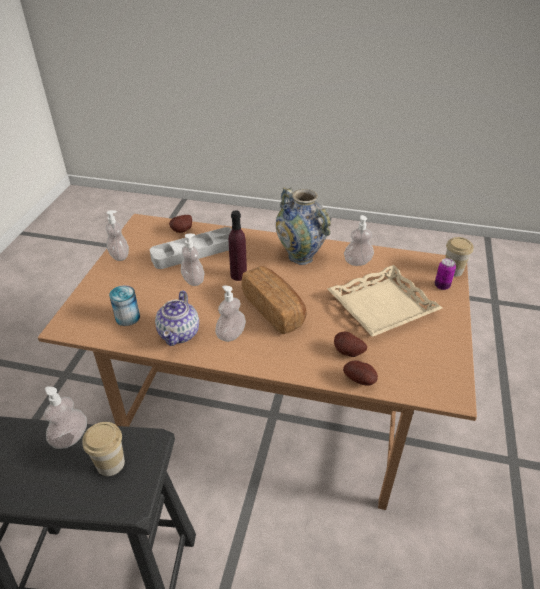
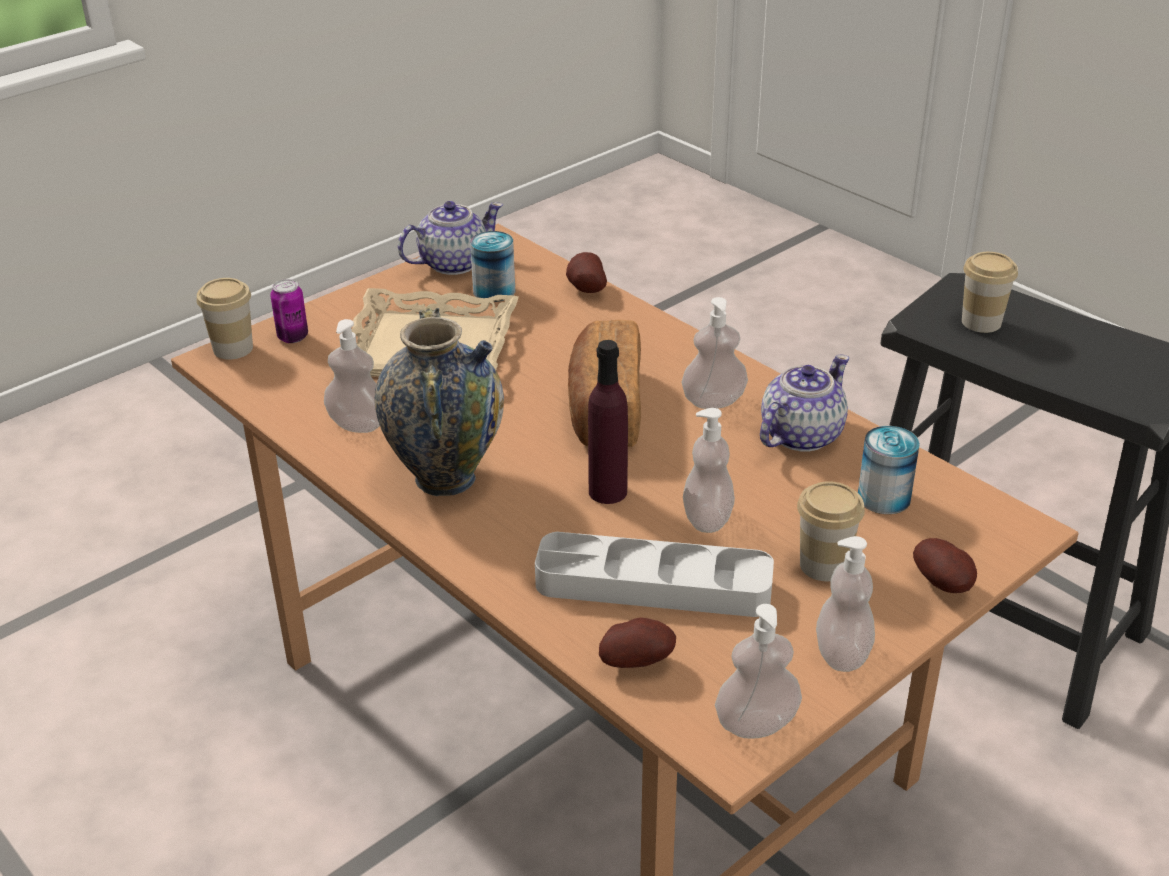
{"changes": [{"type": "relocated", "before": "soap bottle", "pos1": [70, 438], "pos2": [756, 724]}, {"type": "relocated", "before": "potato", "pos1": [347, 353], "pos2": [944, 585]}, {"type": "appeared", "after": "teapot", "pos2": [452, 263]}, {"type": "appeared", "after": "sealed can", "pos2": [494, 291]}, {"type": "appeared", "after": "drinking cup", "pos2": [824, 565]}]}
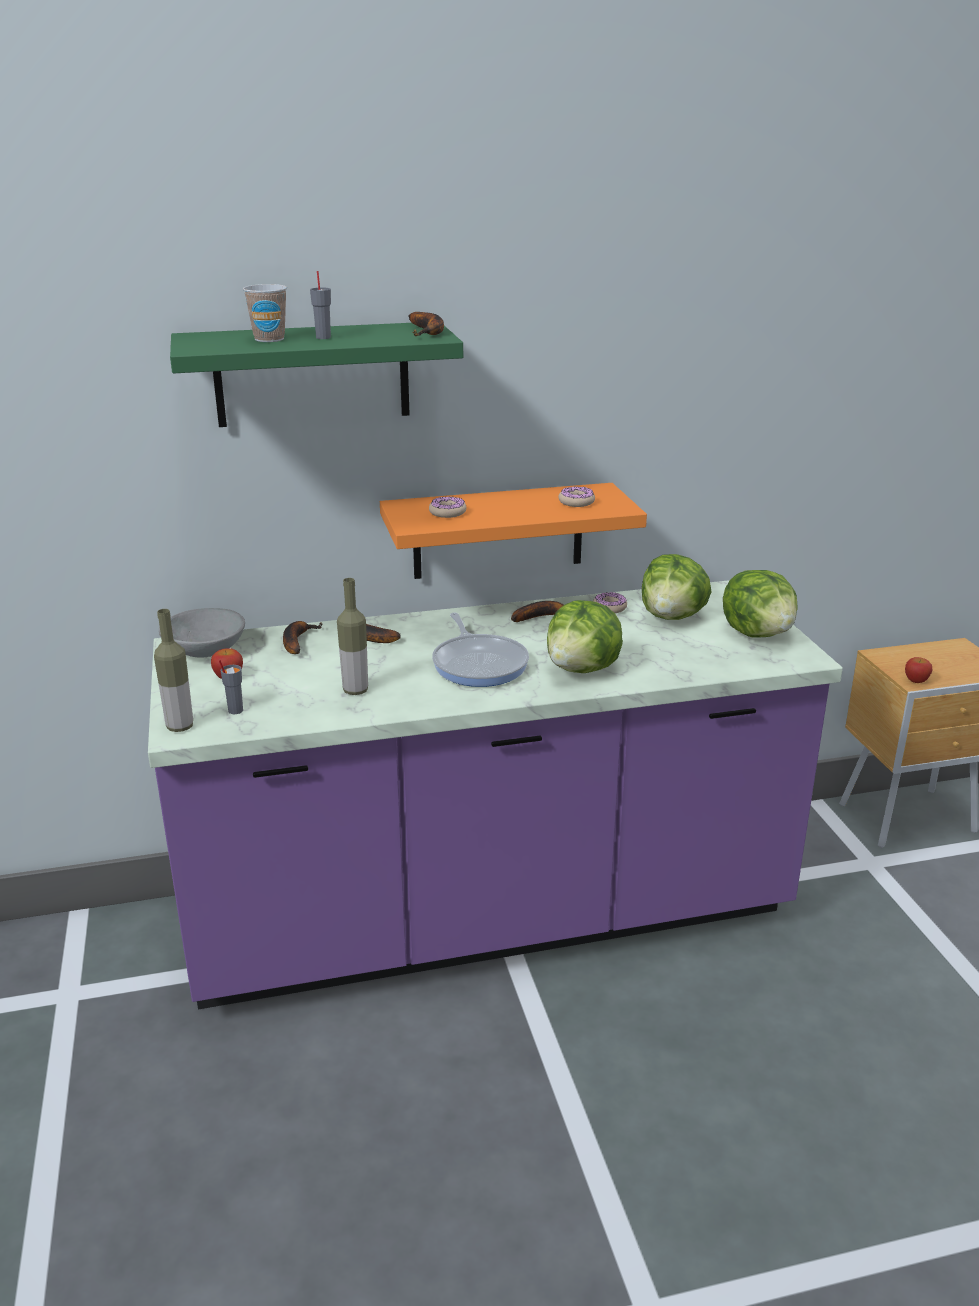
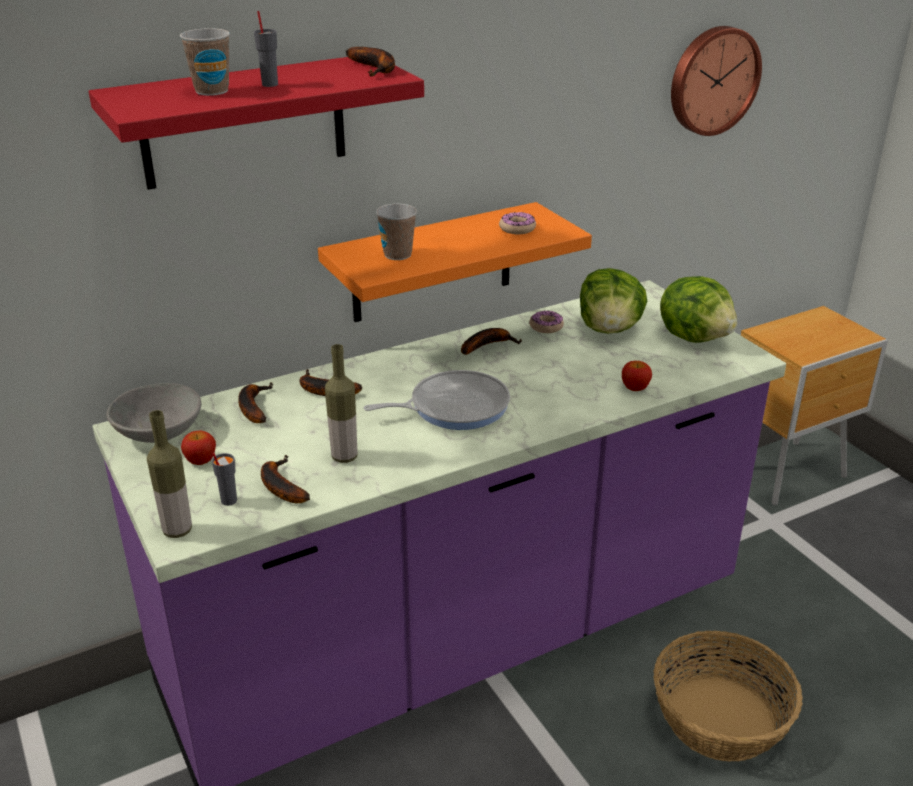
{"changes": [{"type": "colour", "before": "greenish bracket shelf", "after": "red bracket shelf", "pos1": [312, 374], "pos2": [244, 122]}, {"type": "exchanged", "before": "doughnut", "after": "drinking cup", "pos1": [447, 512], "pos2": [397, 255]}, {"type": "spun", "before": "pan", "pos1": [479, 664], "pos2": [453, 407], "turn": -75}, {"type": "missing", "before": "lettuce head", "pos1": [583, 669]}, {"type": "relocated", "before": "whole apple", "pos1": [916, 681], "pos2": [635, 388]}, {"type": "appeared", "after": "banana fruit", "pos2": [280, 486]}, {"type": "appeared", "after": "basket", "pos2": [718, 718]}, {"type": "appeared", "after": "clock on the wall", "pos2": [712, 80]}]}
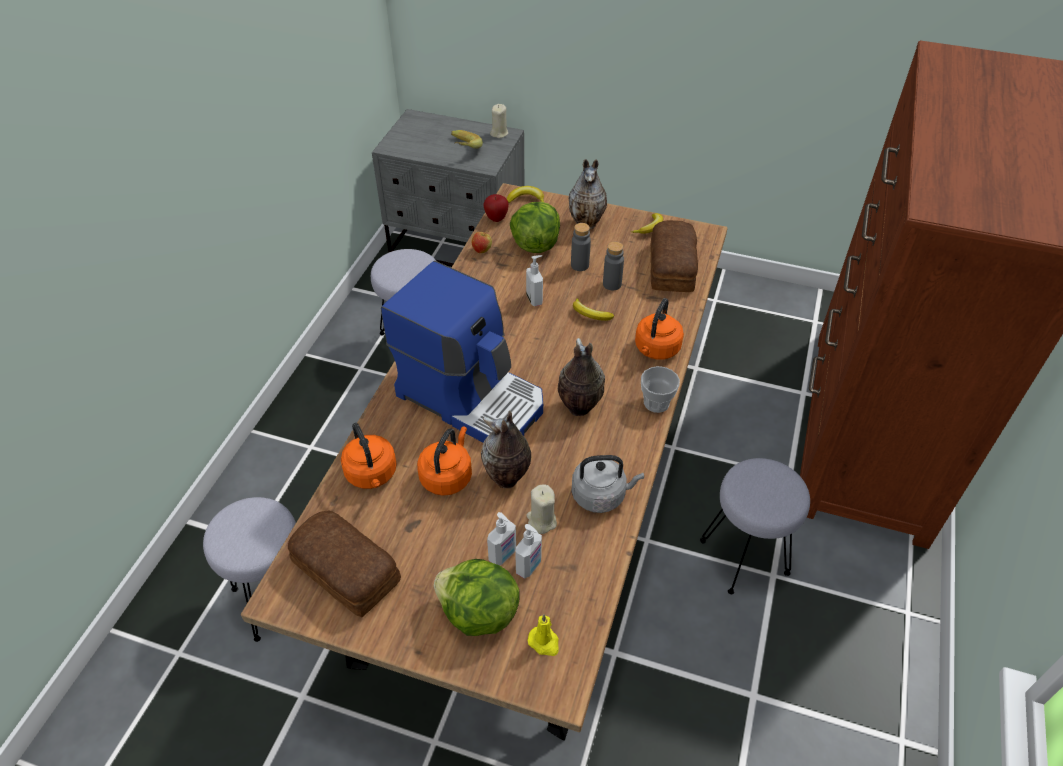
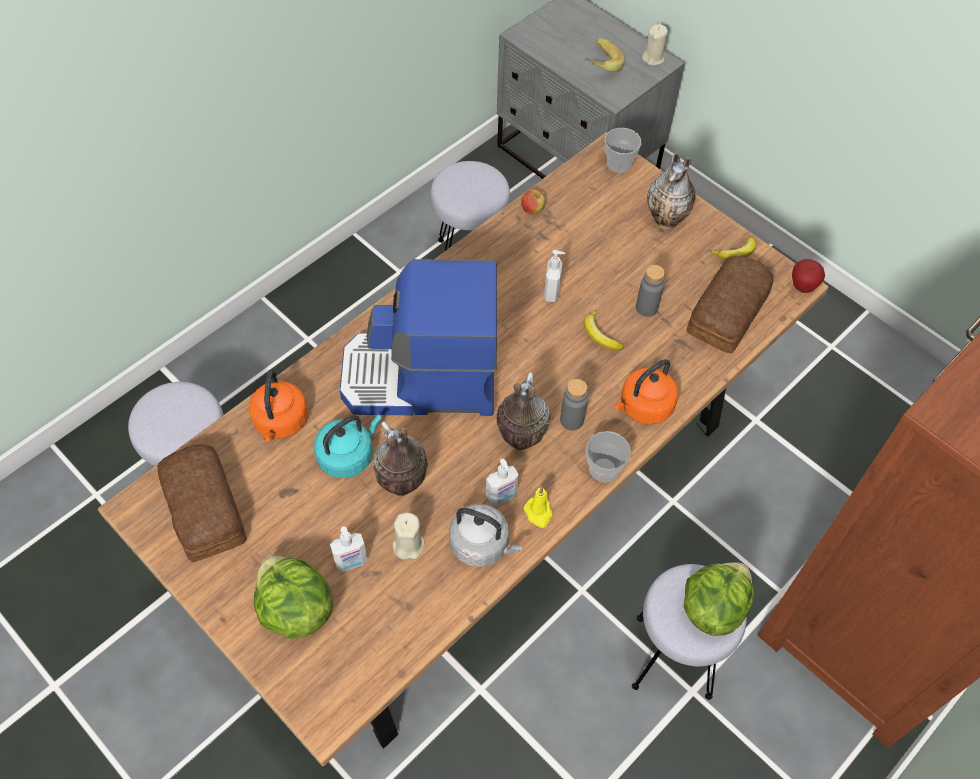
{"changes": [{"type": "spun", "before": "coffee maker", "pos1": [472, 397], "pos2": [421, 380], "turn": 120}, {"type": "colour", "before": "orange-coloured water kettle", "after": "blue-green water kettle", "pos1": [447, 476], "pos2": [348, 456]}, {"type": "relocated", "before": "whole apple", "pos1": [496, 218], "pos2": [802, 287]}, {"type": "exchanged", "before": "banana fruit", "after": "drinking cup", "pos1": [526, 200], "pos2": [618, 164]}, {"type": "relocated", "before": "lettuce head", "pos1": [535, 244], "pos2": [712, 608]}, {"type": "relocated", "before": "soap bottle", "pos1": [529, 567], "pos2": [501, 497]}, {"type": "relocated", "before": "yellow wax light", "pos1": [544, 642], "pos2": [538, 513]}, {"type": "relocated", "before": "grey drink bottle", "pos1": [579, 265], "pos2": [571, 420]}]}
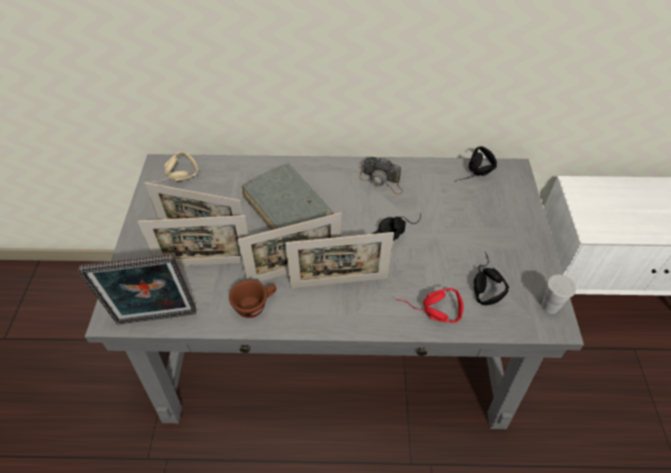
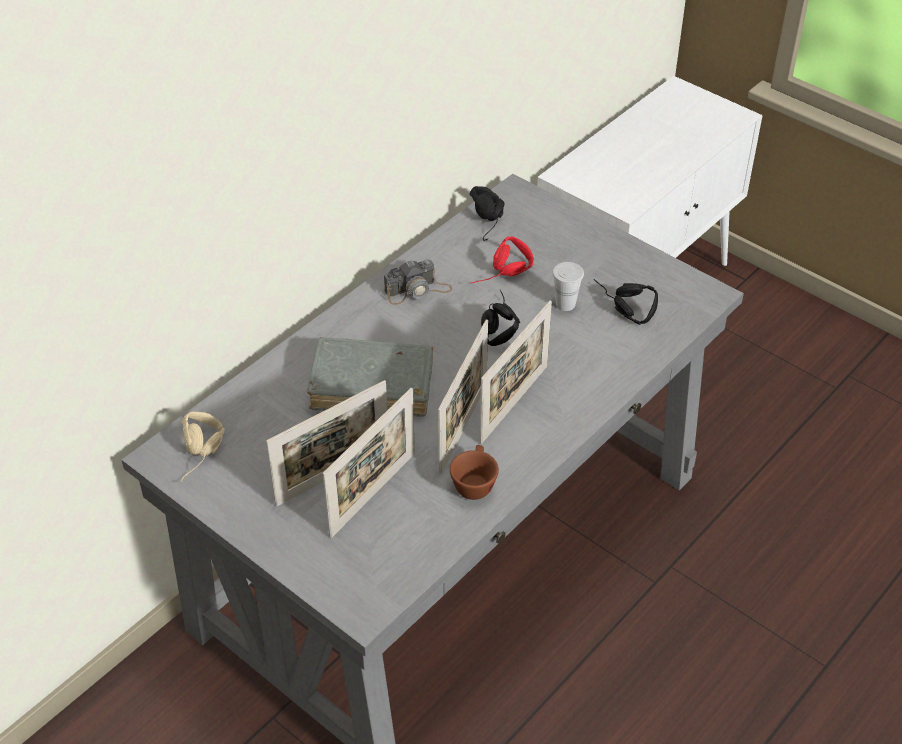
{"changes": [{"type": "missing", "before": "picture frame", "pos1": [156, 321]}, {"type": "relocated", "before": "red headphones", "pos1": [428, 313], "pos2": [503, 276]}, {"type": "relocated", "before": "white-coloured drinking cup", "pos1": [550, 306], "pos2": [565, 304]}]}
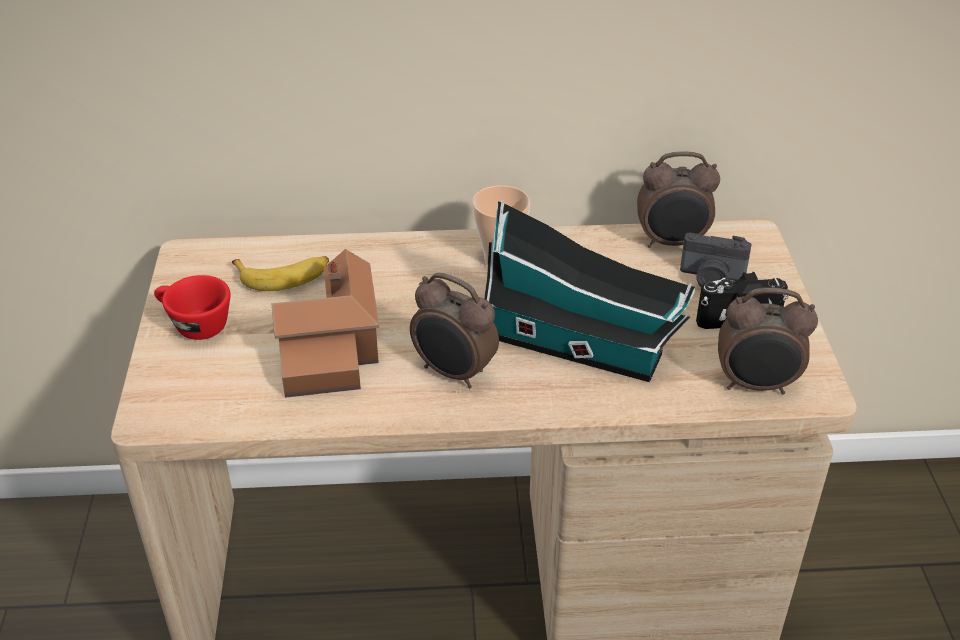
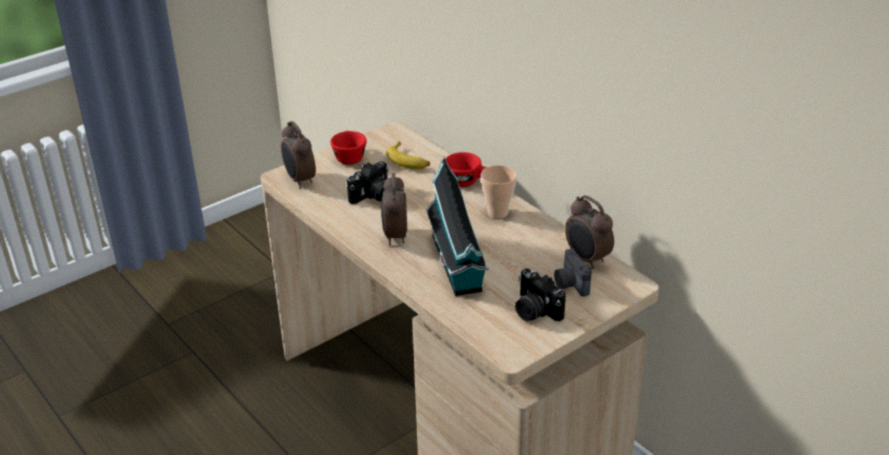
{"changes": [{"type": "exchanged", "before": "toy house", "after": "photo camera", "pos1": [331, 348], "pos2": [373, 197]}, {"type": "relocated", "before": "alarm clock", "pos1": [756, 385], "pos2": [299, 180]}, {"type": "appeared", "after": "red drinking cup", "pos2": [468, 182]}]}
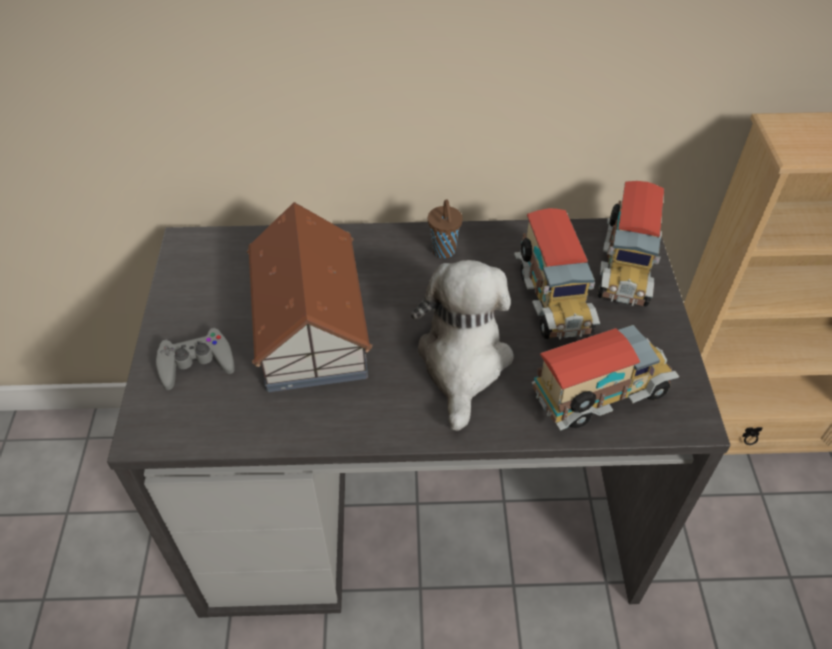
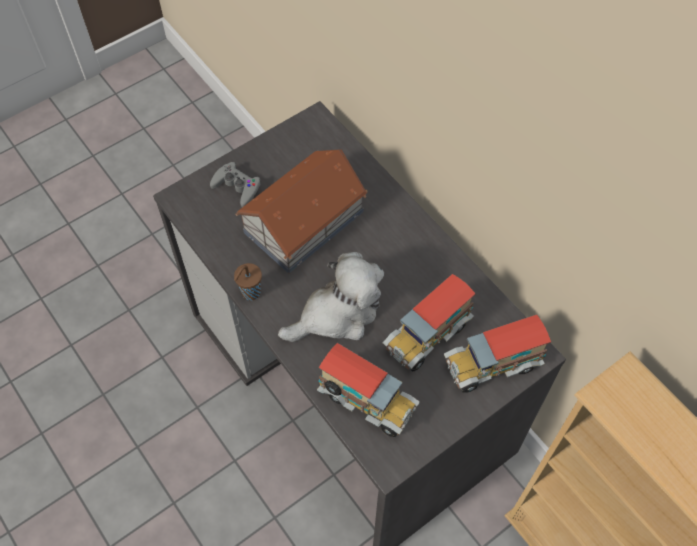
{"changes": [{"type": "relocated", "before": "brown drinking cup", "pos1": [444, 252], "pos2": [250, 293]}]}
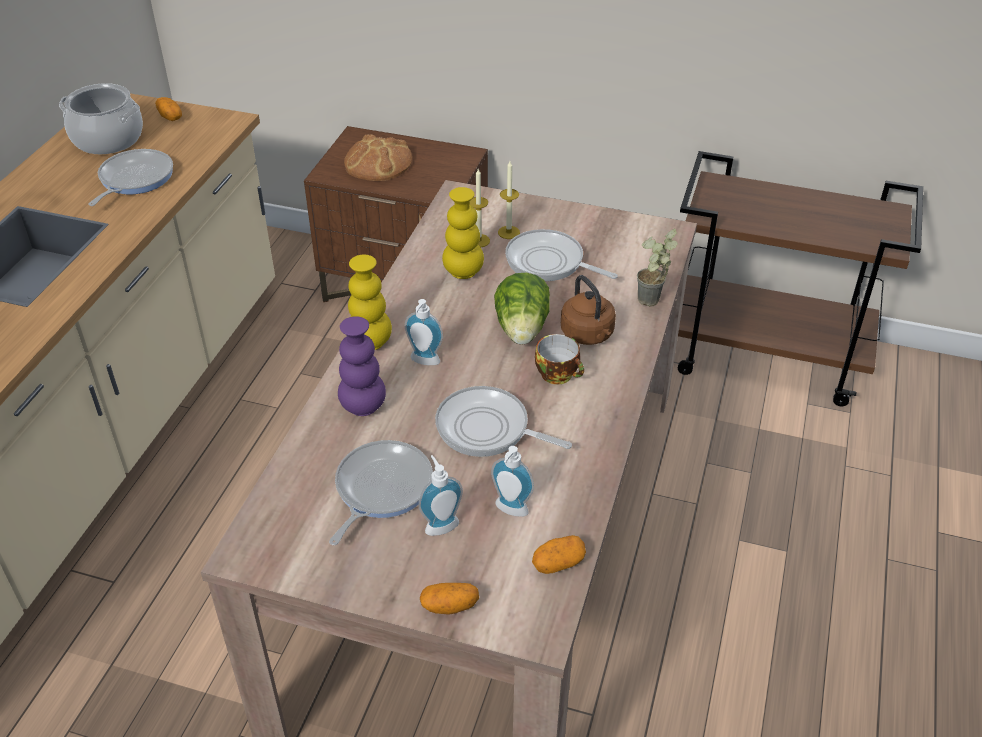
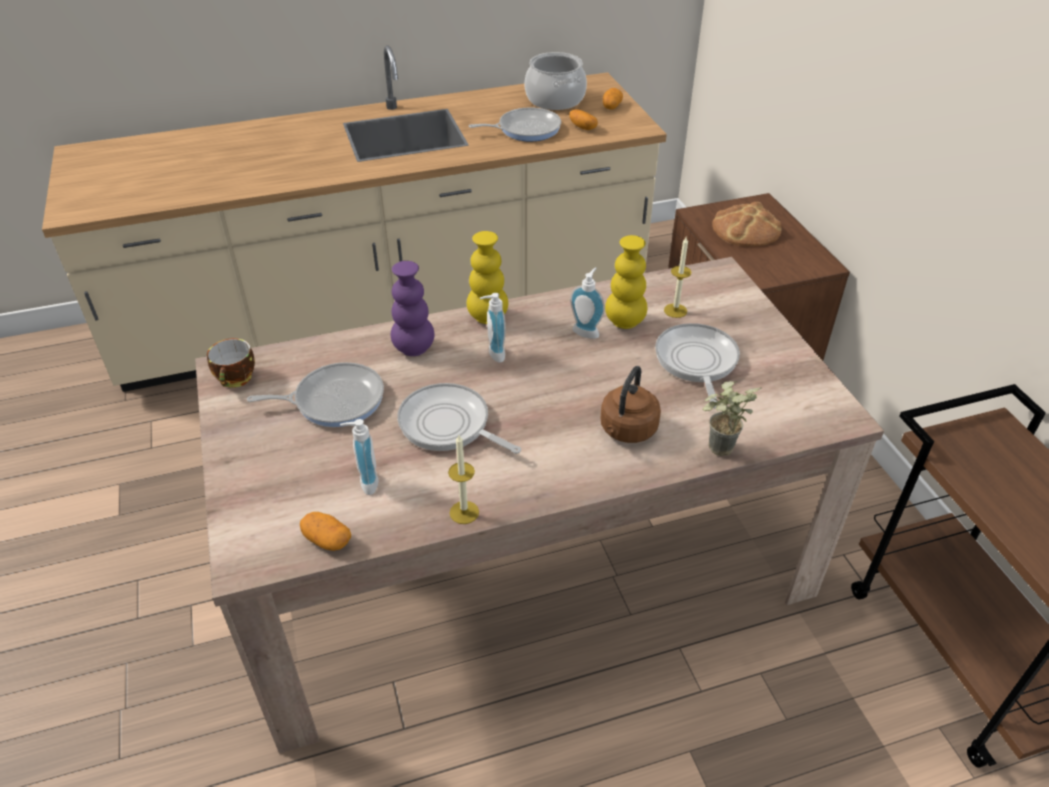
{"changes": [{"type": "relocated", "before": "soap bottle", "pos1": [440, 524], "pos2": [587, 331]}, {"type": "relocated", "before": "potato", "pos1": [449, 606], "pos2": [583, 127]}, {"type": "spun", "before": "pan", "pos1": [488, 429], "pos2": [448, 425], "turn": -45}, {"type": "missing", "before": "lettuce head", "pos1": [522, 330]}, {"type": "relocated", "before": "wax light", "pos1": [508, 232], "pos2": [464, 512]}, {"type": "relocated", "before": "drinking cup", "pos1": [559, 374], "pos2": [237, 379]}]}
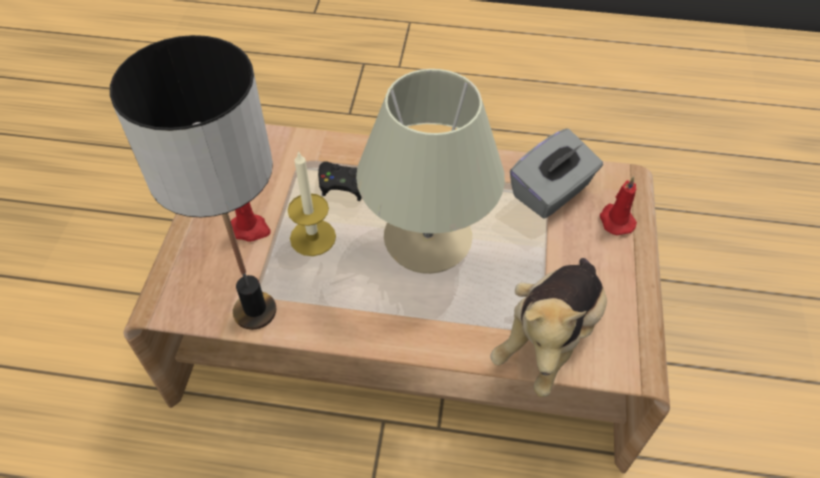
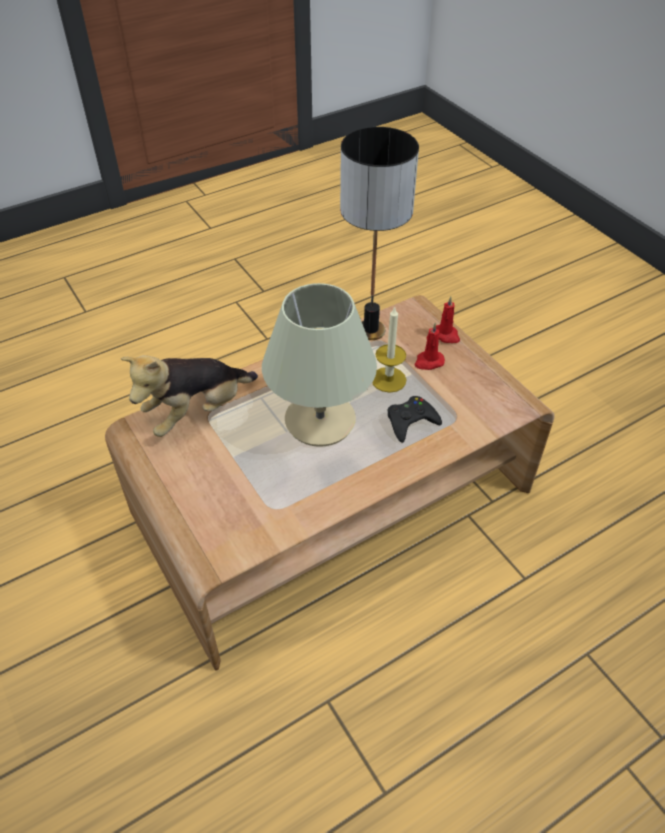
{"changes": [{"type": "spun", "before": "cuddly toy", "pos1": [548, 338], "pos2": [197, 412], "turn": -120}, {"type": "missing", "before": "grey tissue box", "pos1": [551, 192]}, {"type": "relocated", "before": "red wax light", "pos1": [615, 220], "pos2": [446, 335]}]}
